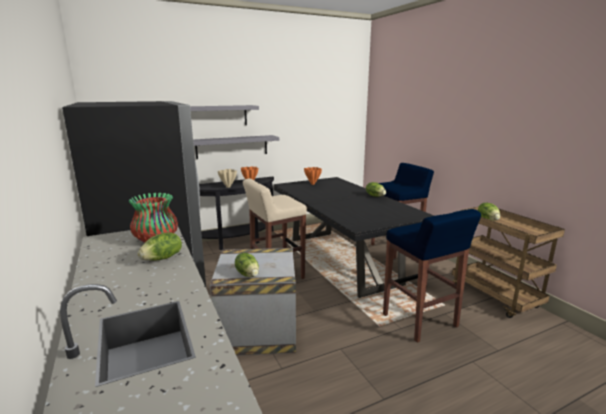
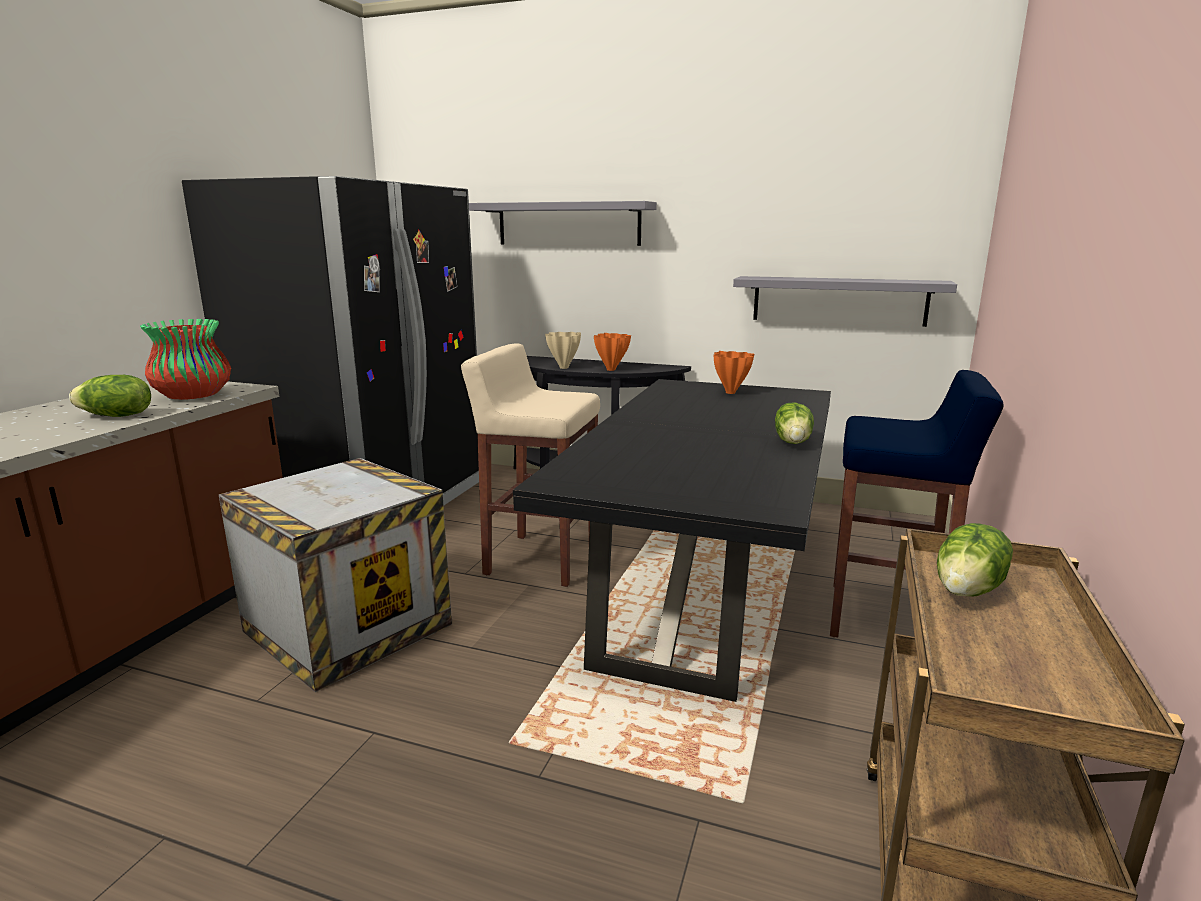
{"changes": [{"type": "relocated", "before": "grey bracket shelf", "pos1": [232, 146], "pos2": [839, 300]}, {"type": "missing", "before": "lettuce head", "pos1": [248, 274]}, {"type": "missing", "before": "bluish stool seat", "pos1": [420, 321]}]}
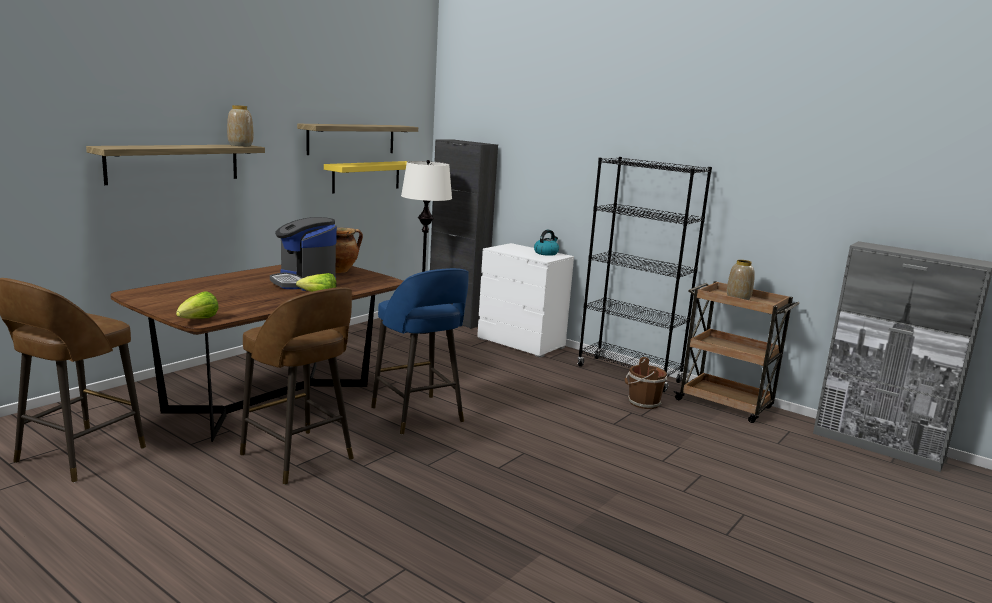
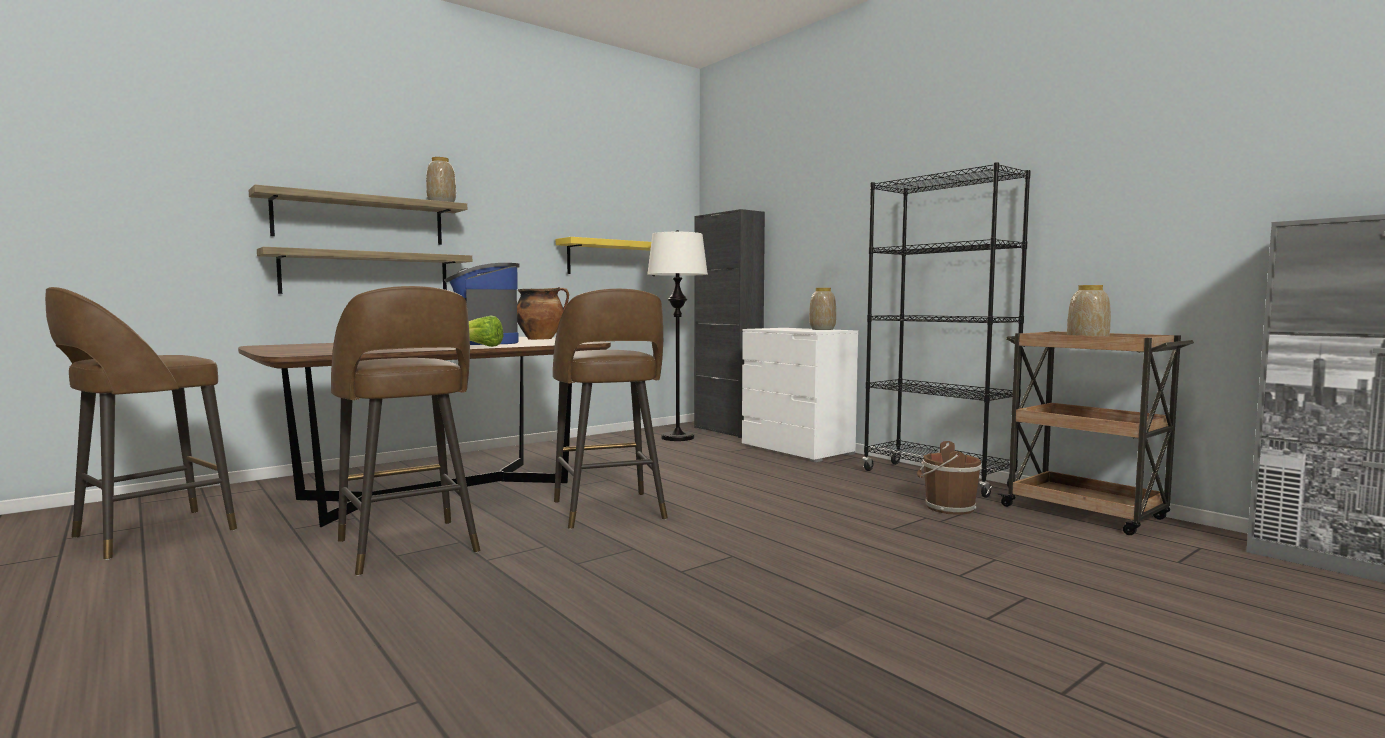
{"changes": [{"type": "missing", "before": "lettuce head", "pos1": [198, 320]}, {"type": "relocated", "before": "bracket shelf", "pos1": [352, 139], "pos2": [367, 273]}, {"type": "colour", "before": "bluish stool seat", "after": "brown stool seat", "pos1": [418, 416], "pos2": [609, 511]}, {"type": "exchanged", "before": "water kettle", "after": "vase", "pos1": [546, 253], "pos2": [822, 329]}]}
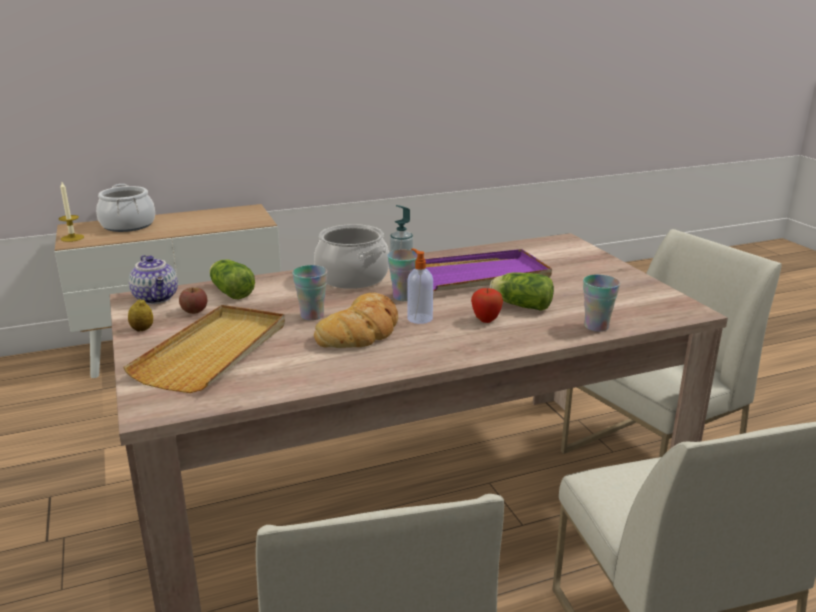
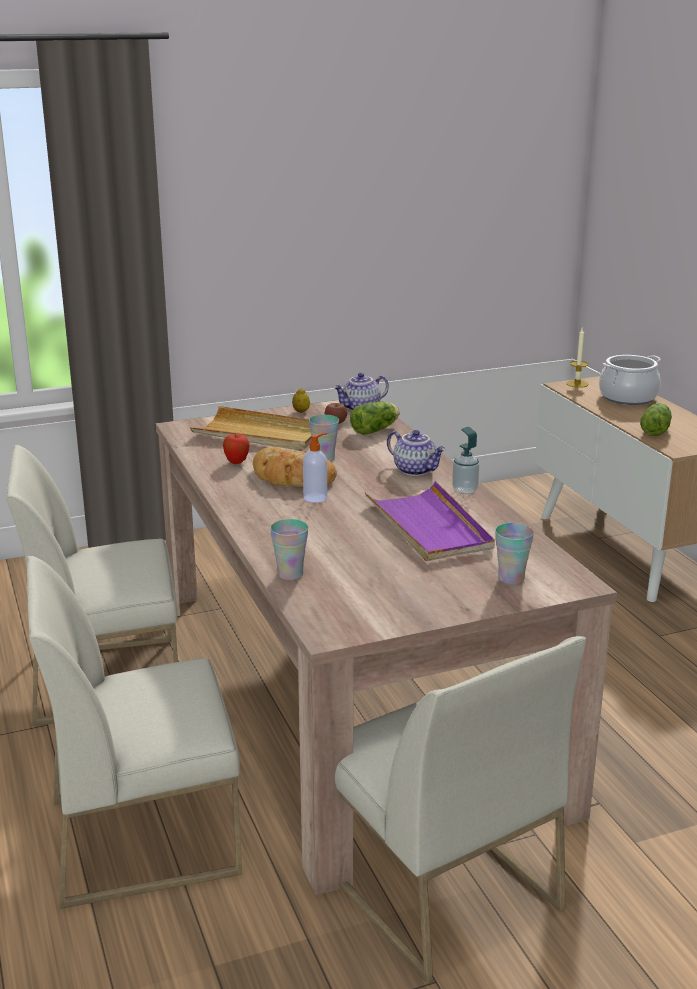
{"changes": [{"type": "exchanged", "before": "saucepot", "after": "teapot", "pos1": [352, 278], "pos2": [416, 470]}, {"type": "relocated", "before": "drinking cup", "pos1": [403, 297], "pos2": [511, 578]}, {"type": "relocated", "before": "whole apple", "pos1": [486, 320], "pos2": [236, 462]}, {"type": "relocated", "before": "lettuce head", "pos1": [520, 305], "pos2": [656, 430]}]}
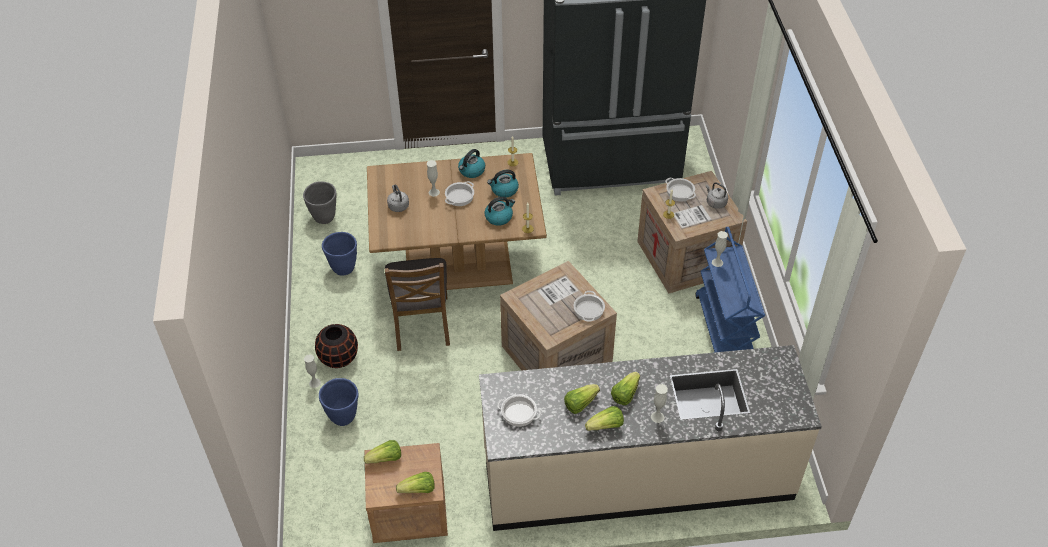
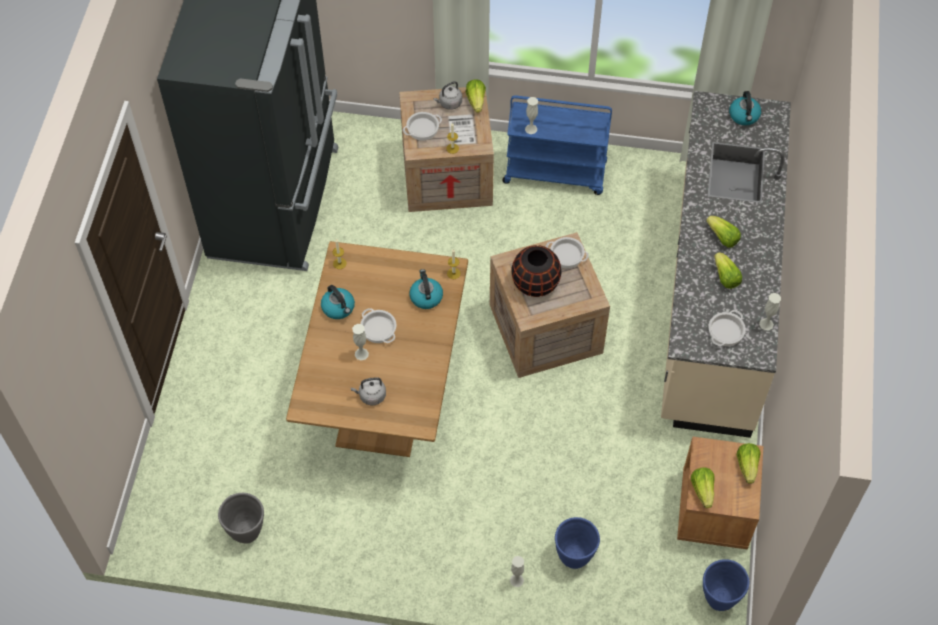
{"changes": [{"type": "relocated", "before": "black-coloured vase", "pos1": [339, 358], "pos2": [535, 283]}, {"type": "relocated", "before": "bluish flower pot", "pos1": [343, 268], "pos2": [719, 598]}, {"type": "missing", "before": "brown upright chair", "pos1": [421, 323]}, {"type": "relocated", "before": "water kettle", "pos1": [504, 190], "pos2": [744, 116]}, {"type": "relocated", "before": "lettuce head", "pos1": [606, 426], "pos2": [476, 101]}, {"type": "relocated", "before": "white-coloured vase", "pos1": [657, 417], "pos2": [766, 324]}]}
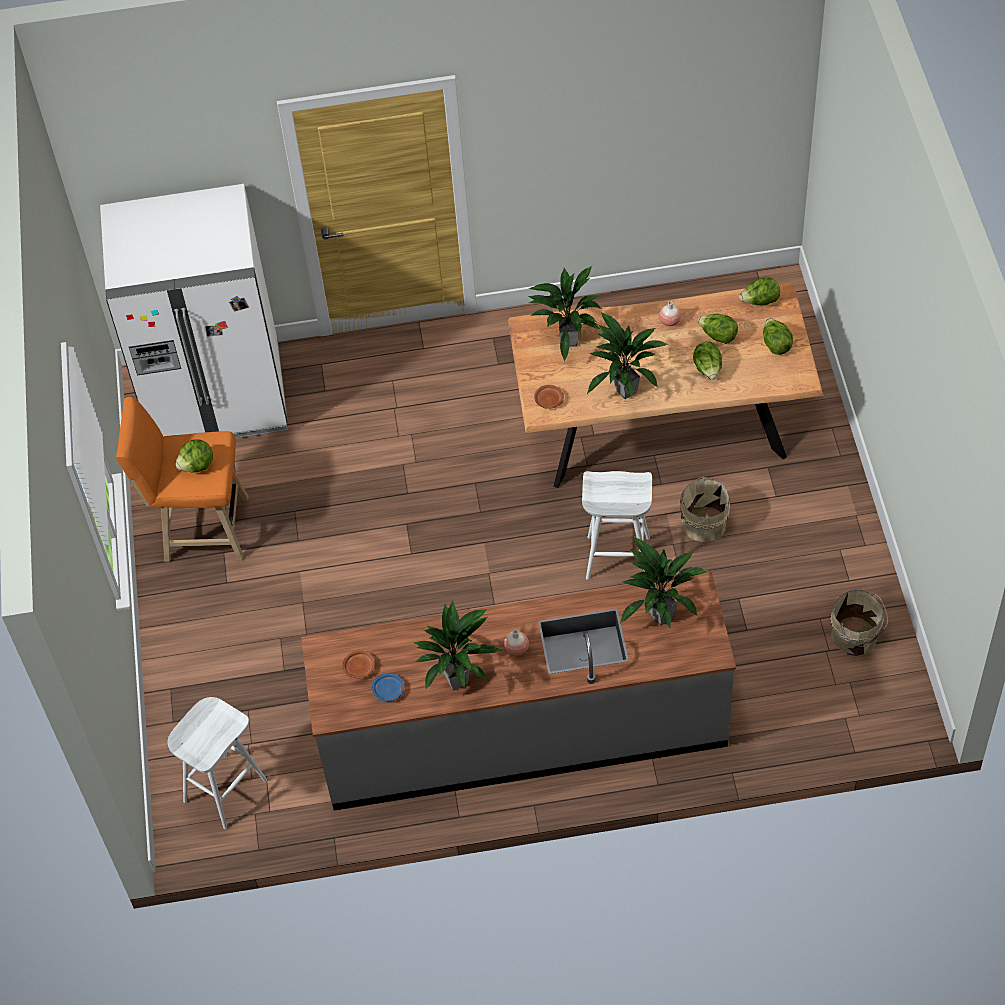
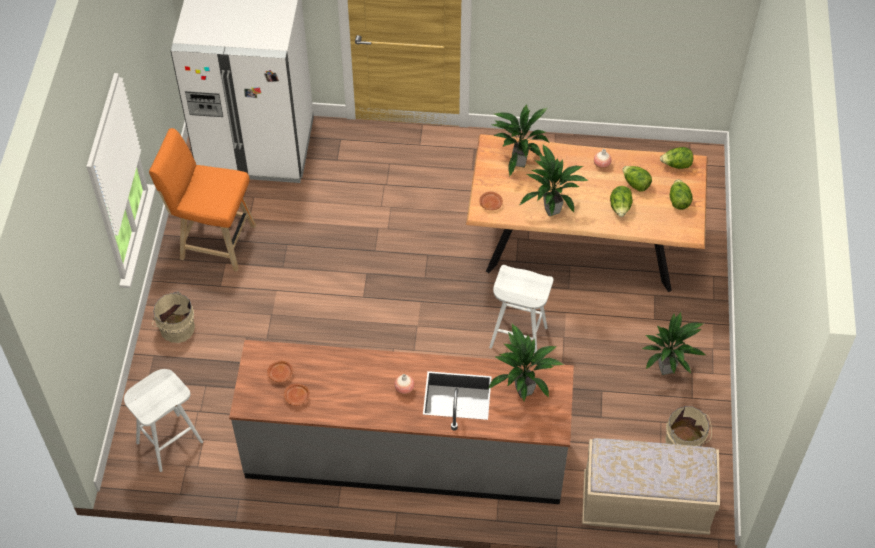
{"changes": [{"type": "missing", "before": "lettuce head", "pos1": [197, 466]}, {"type": "colour", "before": "bluish plate", "after": "brown plate", "pos1": [389, 690], "pos2": [297, 397]}, {"type": "relocated", "before": "plant in a pot", "pos1": [458, 680], "pos2": [666, 369]}, {"type": "relocated", "before": "beige pail", "pos1": [702, 524], "pos2": [176, 328]}, {"type": "appeared", "after": "beige bench", "pos2": [645, 506]}]}
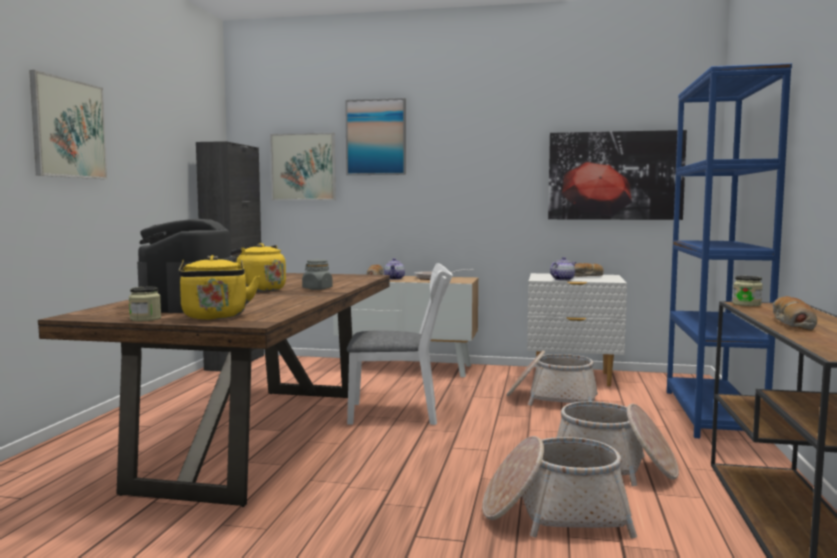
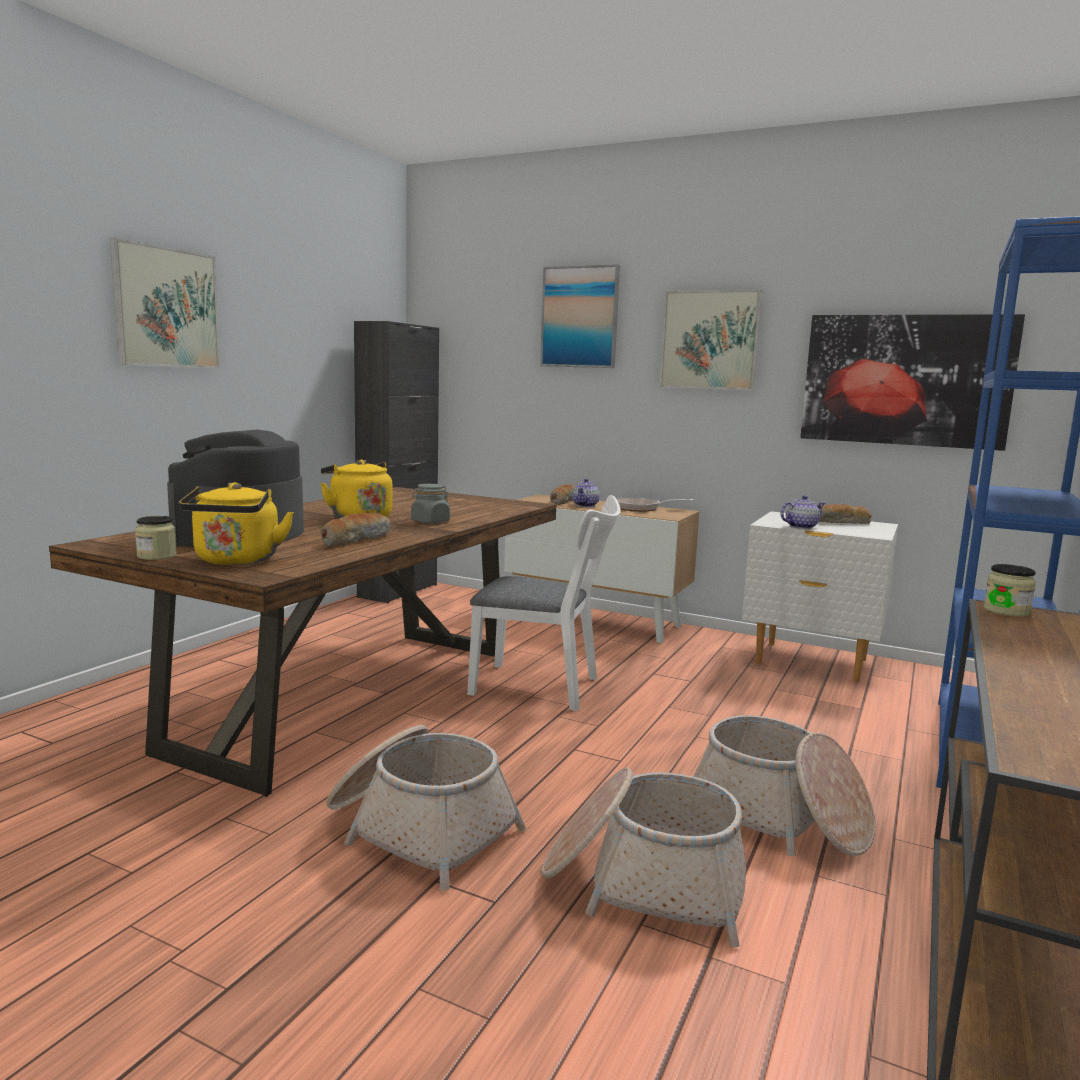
{"changes": [{"type": "relocated", "before": "wall art", "pos1": [303, 167], "pos2": [709, 340]}, {"type": "relocated", "before": "basket", "pos1": [552, 399], "pos2": [419, 829]}, {"type": "relocated", "before": "bread", "pos1": [791, 323], "pos2": [356, 540]}]}
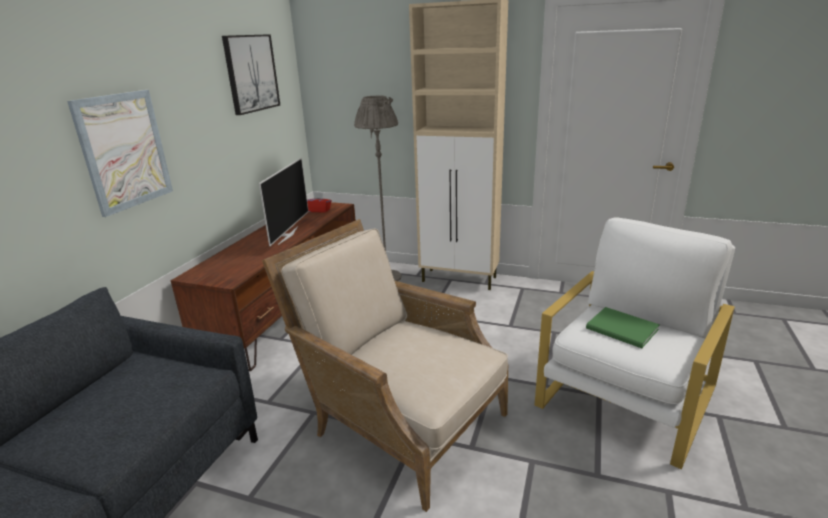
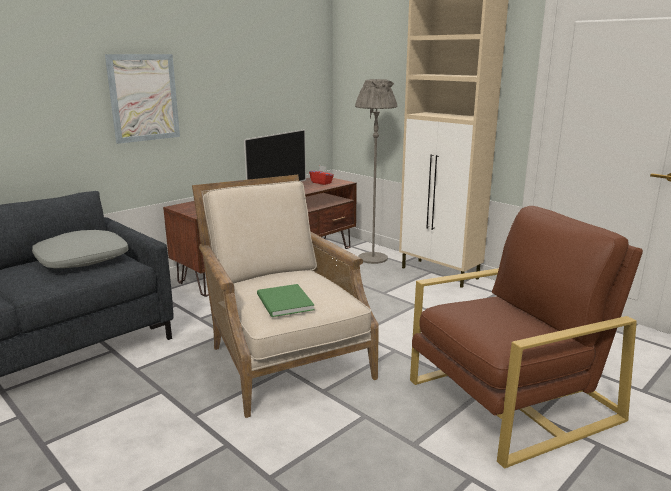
{"changes": [{"type": "missing", "before": "wall art", "pos1": [251, 73]}, {"type": "colour", "before": "white-coloured lounge chair", "after": "brown lounge chair", "pos1": [625, 396], "pos2": [510, 400]}, {"type": "relocated", "before": "greenish book", "pos1": [623, 330], "pos2": [284, 303]}, {"type": "appeared", "after": "grey throw pillow", "pos2": [82, 259]}]}
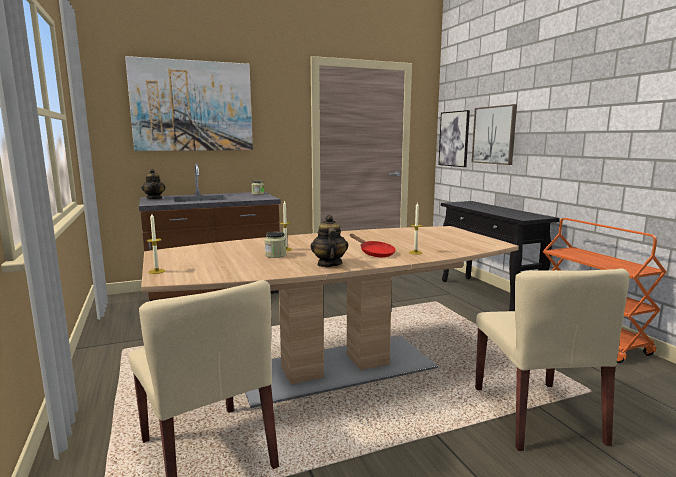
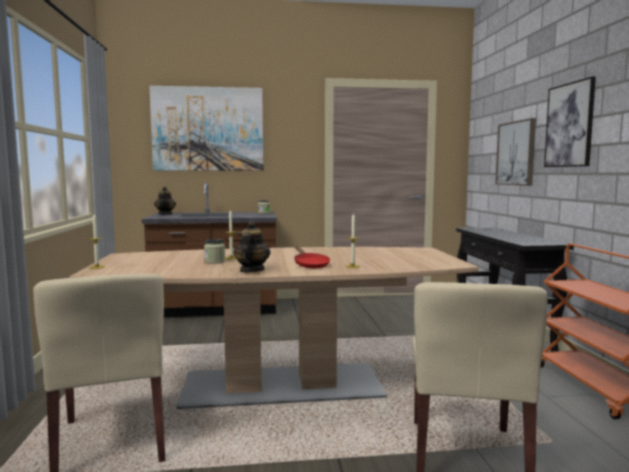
{"changes": [{"type": "relocated", "before": "wall art", "pos1": [454, 139], "pos2": [569, 125]}]}
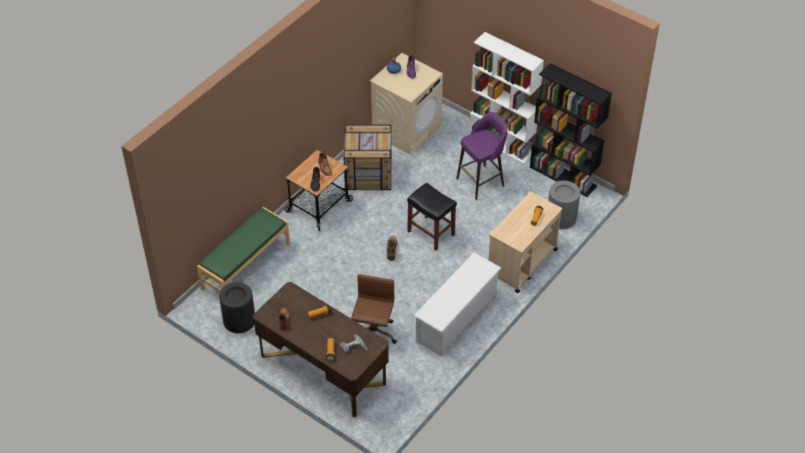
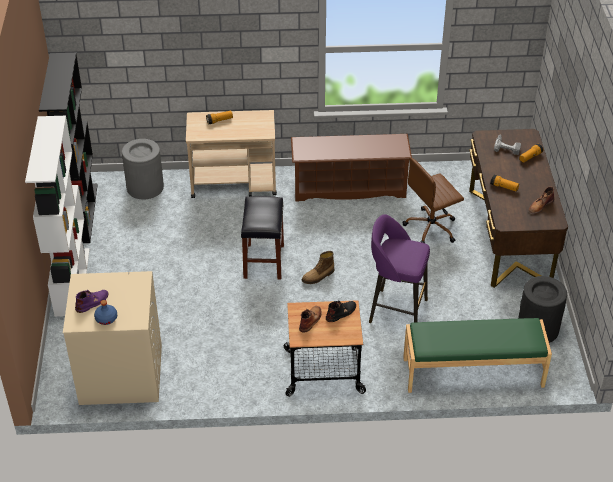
{"changes": [{"type": "missing", "before": "packing crate", "pos1": [368, 173]}, {"type": "colour", "before": "white-coloured shoe rack", "after": "brown shoe rack", "pos1": [456, 319], "pos2": [349, 187]}, {"type": "relocated", "before": "purple stool seat", "pos1": [481, 182], "pos2": [396, 310]}]}
